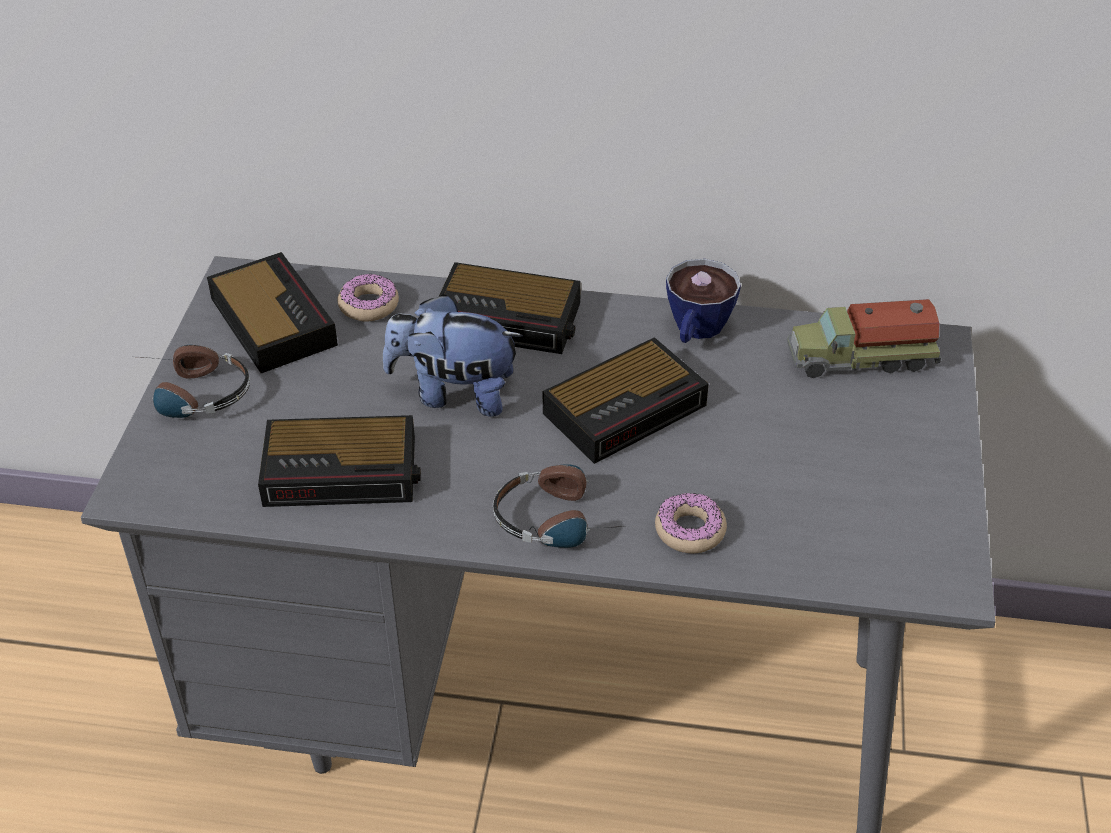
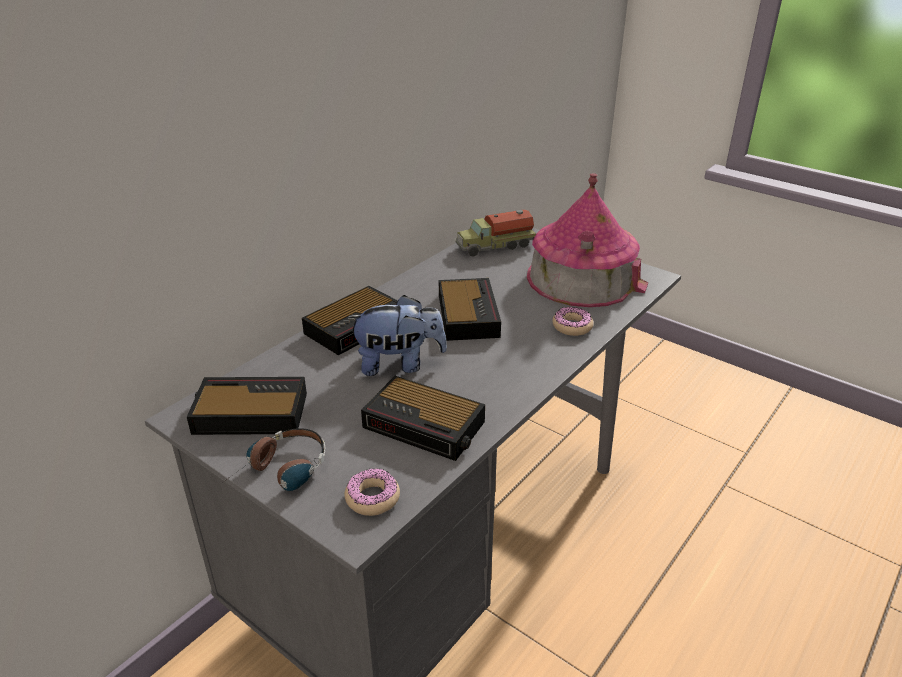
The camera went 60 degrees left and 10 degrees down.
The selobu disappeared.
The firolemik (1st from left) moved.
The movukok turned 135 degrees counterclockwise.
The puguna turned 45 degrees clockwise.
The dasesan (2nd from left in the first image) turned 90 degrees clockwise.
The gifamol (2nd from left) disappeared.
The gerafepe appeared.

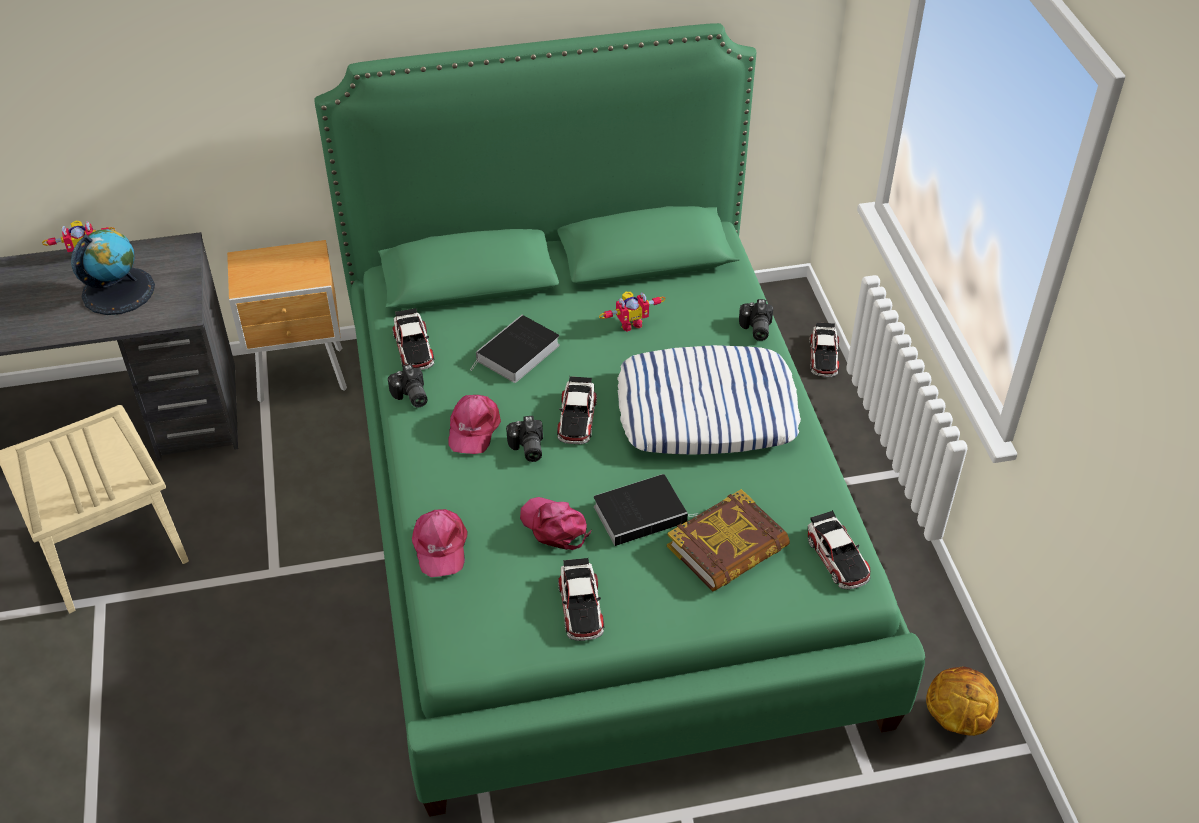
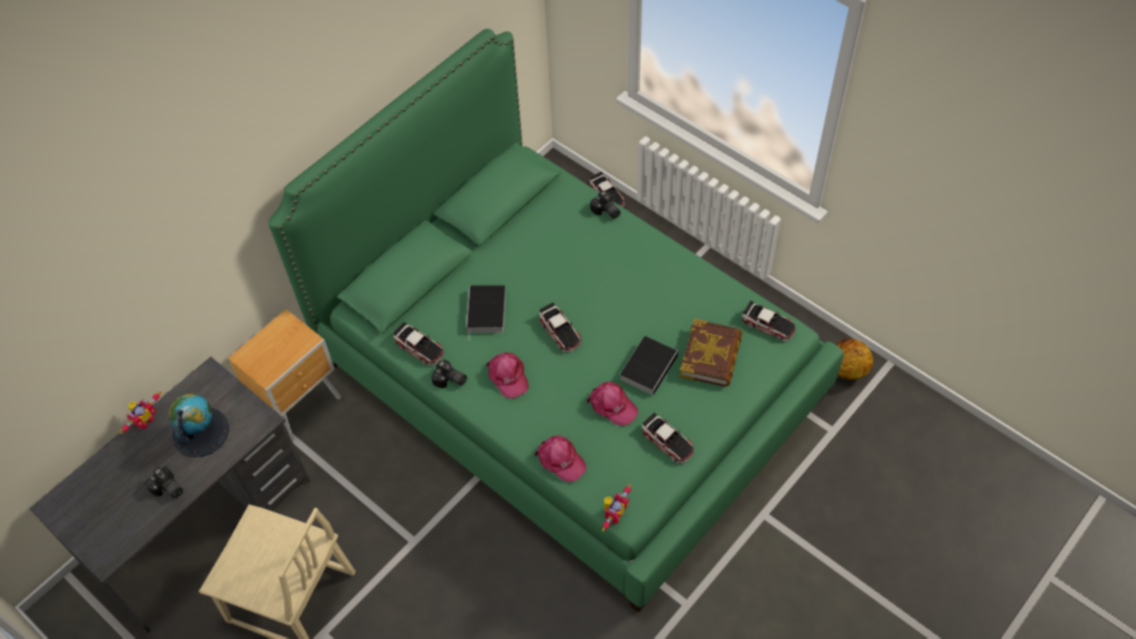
The camera went 35 degrees left and 10 degrees up.
The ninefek (2nd from left) moved.
The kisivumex disappeared.
The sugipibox (2nd from left in the first image) moved.
The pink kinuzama (3rd from left) turned 150 degrees counterclockwise.

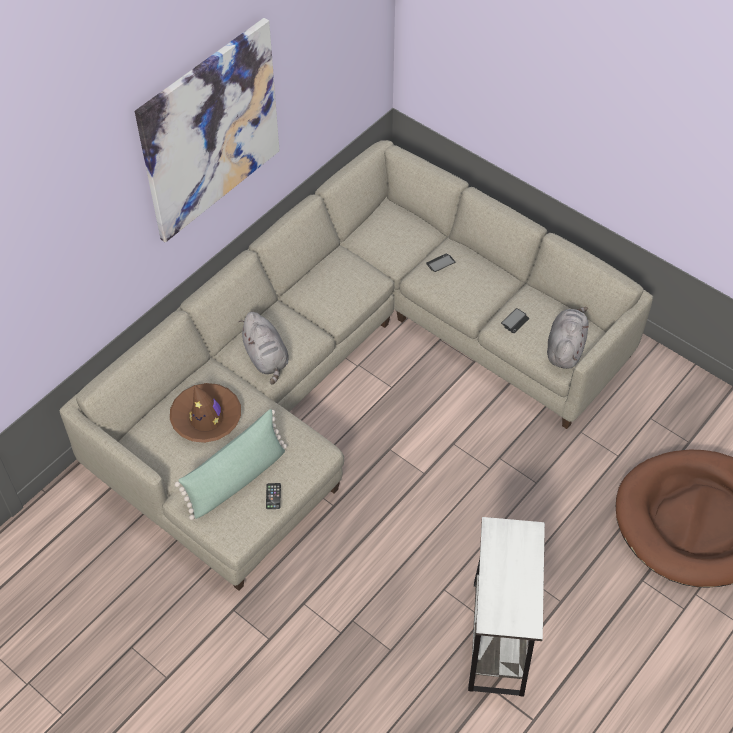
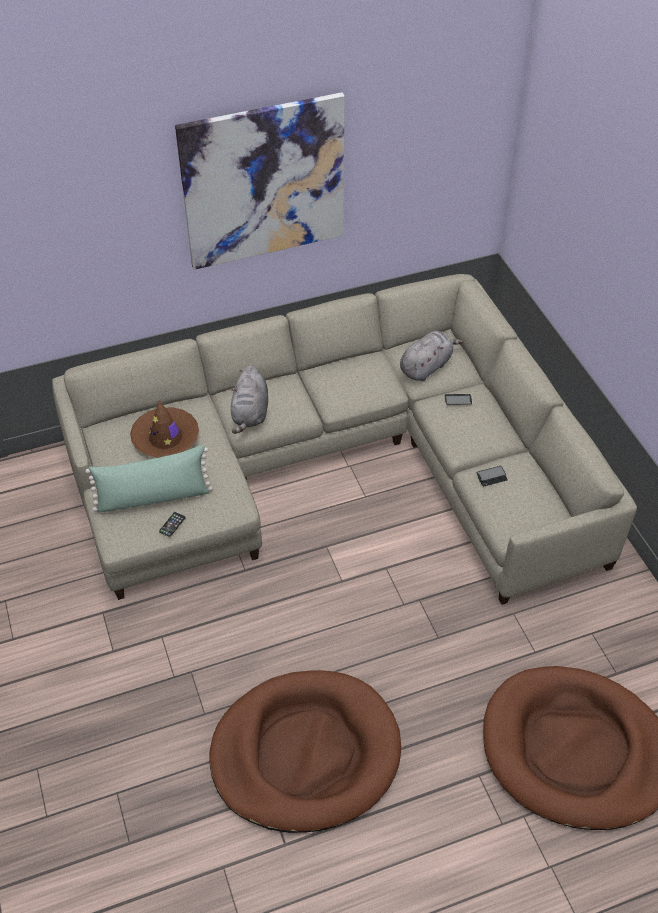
The camera went 30 degrees right and 5 degrees down.
The grey movukok (2nd from left) moved.
The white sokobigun was replaced by the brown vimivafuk (1st from left).

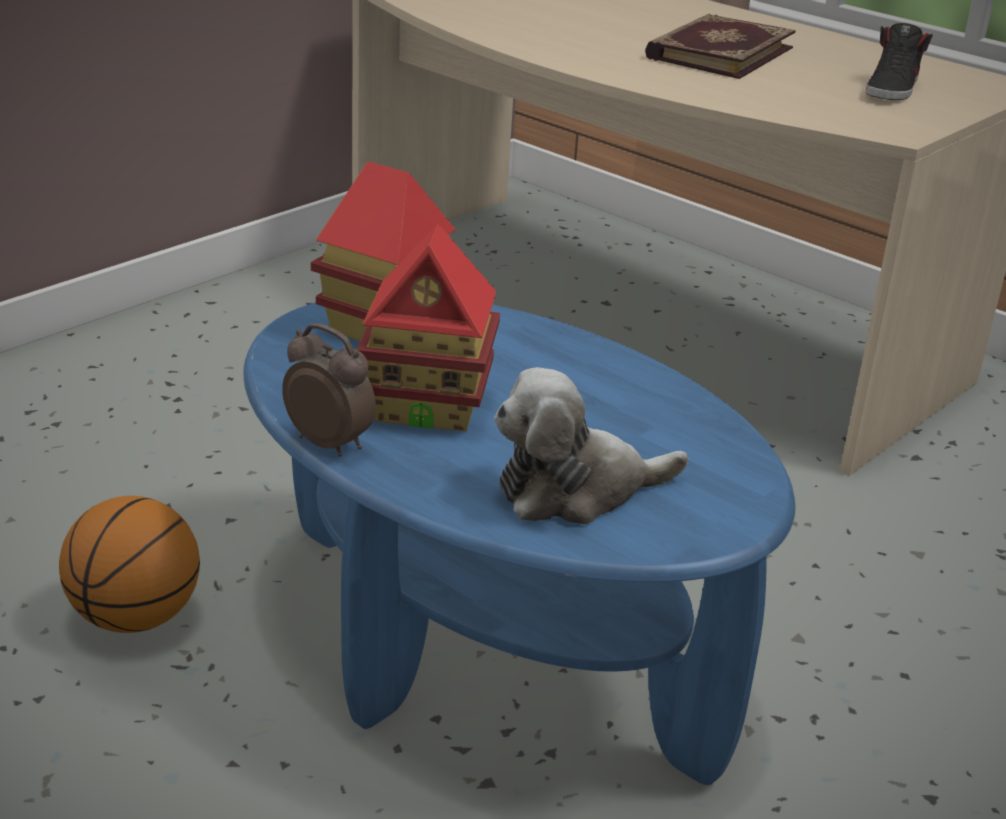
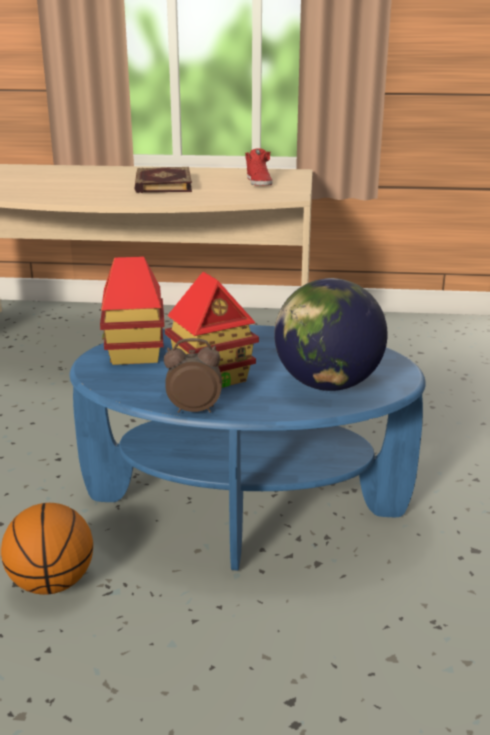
The camera went 35 degrees left and 5 degrees down.
The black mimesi became the red mimesi.
The movukok was replaced by the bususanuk.

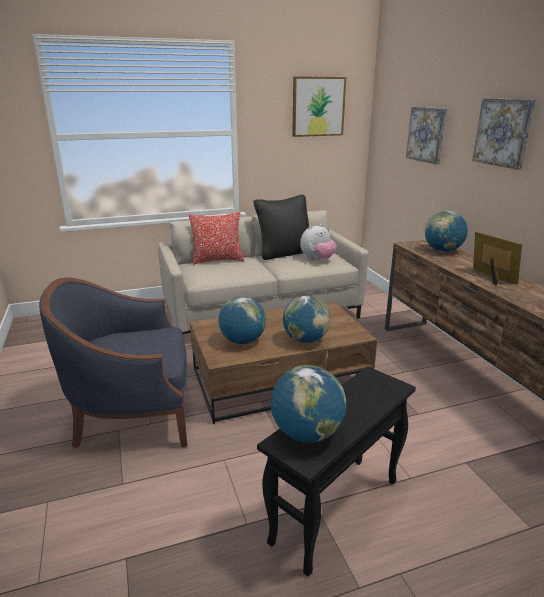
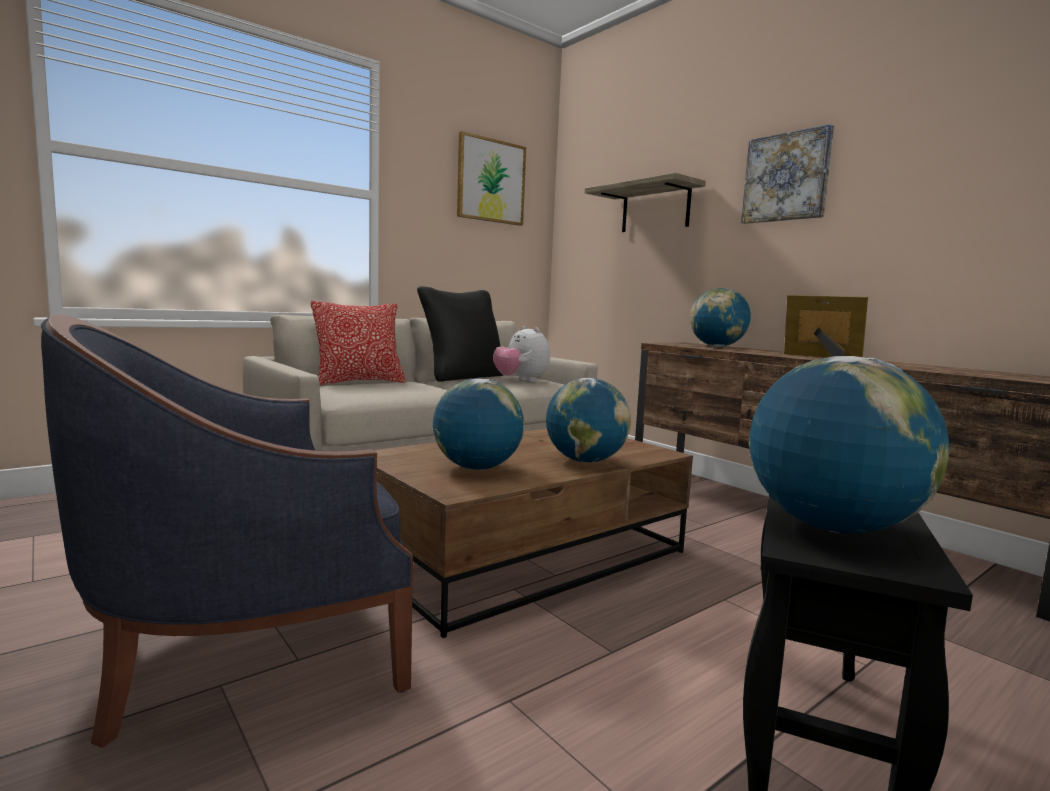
The camera went 20 degrees left and 15 degrees down.
The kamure (2nd from left) was replaced by the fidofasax.
The movukok turned 105 degrees clockwise.

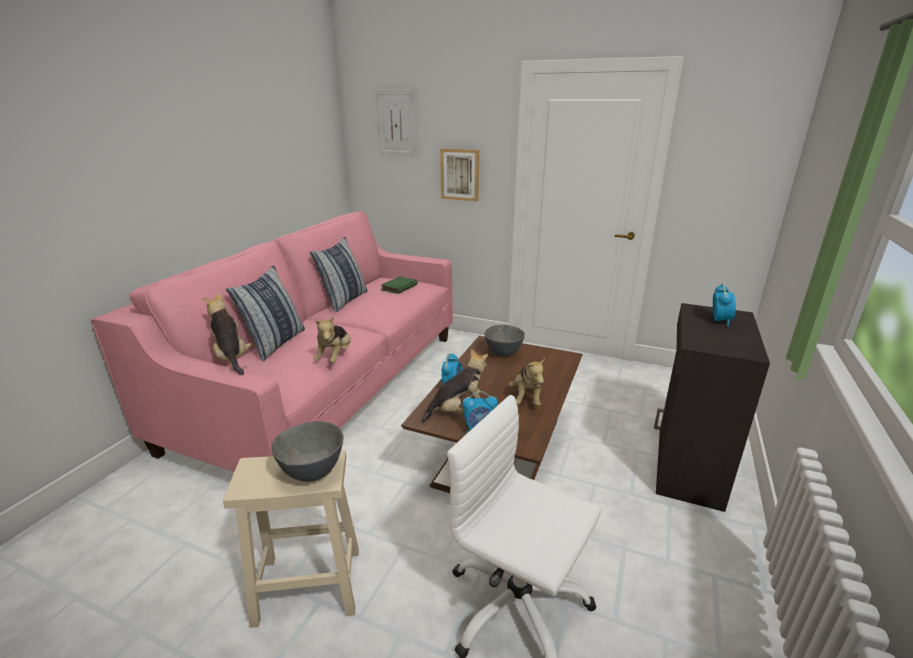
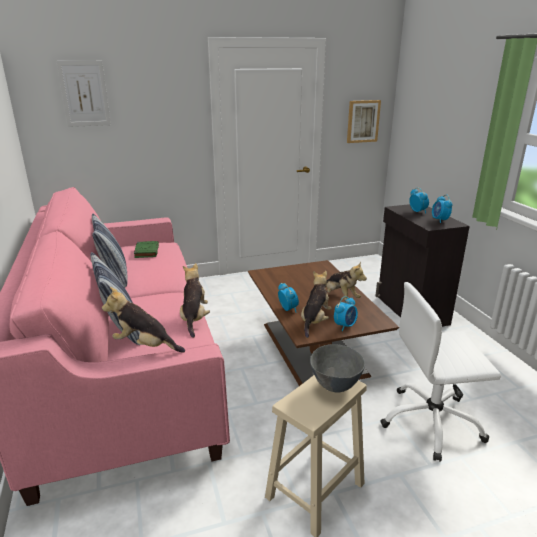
The camera went 40 degrees left and 0 degrees up.
The kamure (2nd from left) moved.
The movukok (2nd from left) turned 150 degrees counterclockwise.
The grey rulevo (2nd from left) disappeared.
The dasesan (4th from left) appeared.

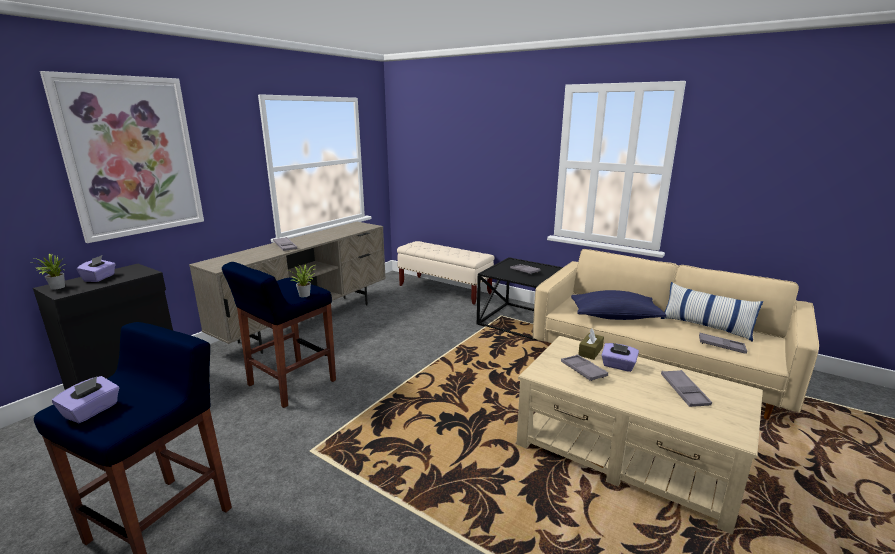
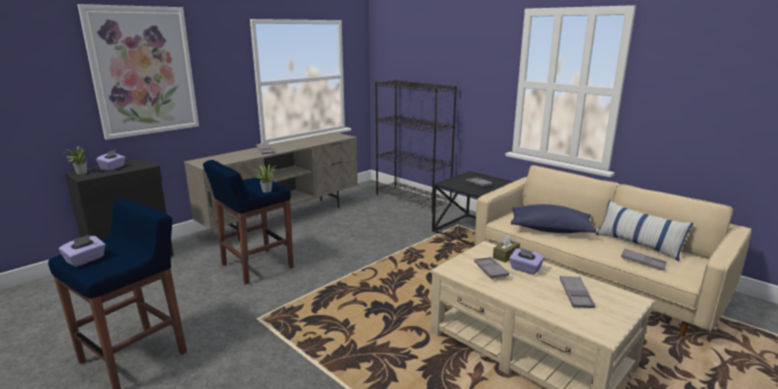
The camera went 10 degrees right and 0 degrees up.
The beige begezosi was replaced by the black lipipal.

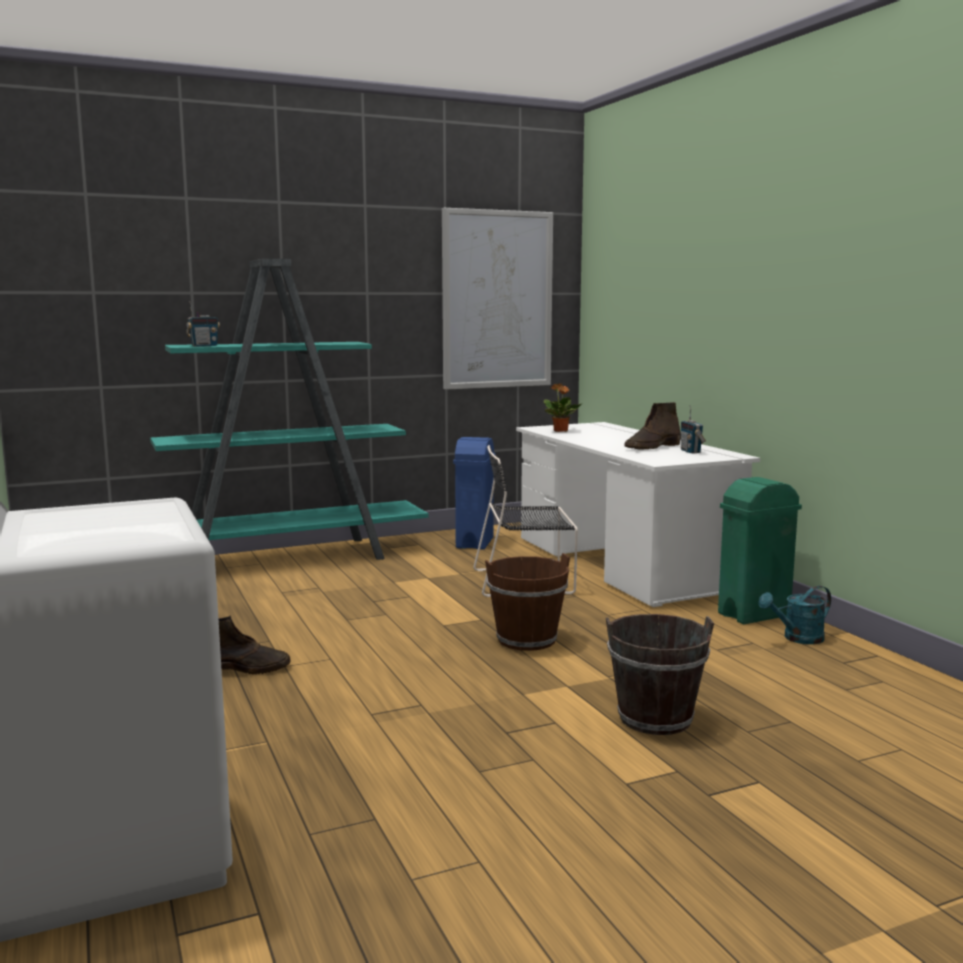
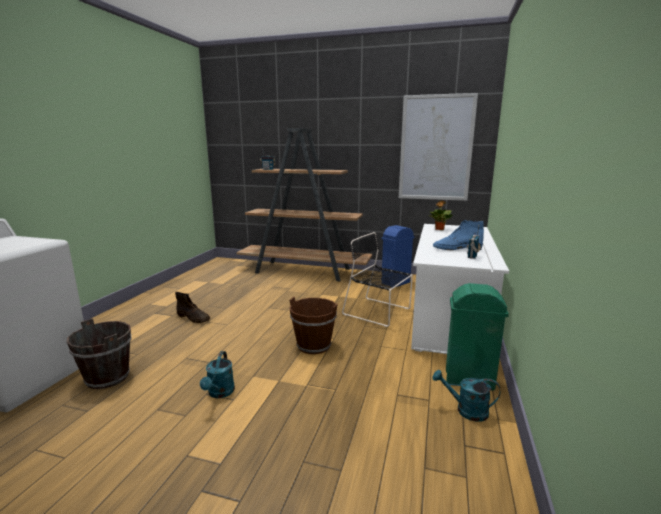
The camera went 40 degrees right and 5 degrees up.
The turquoise lipipal became the brown lipipal.
The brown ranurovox (2nd from left) became the blue ranurovox.
The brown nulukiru (2nd from left in the first image) moved.
The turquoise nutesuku (1st from left) appeared.

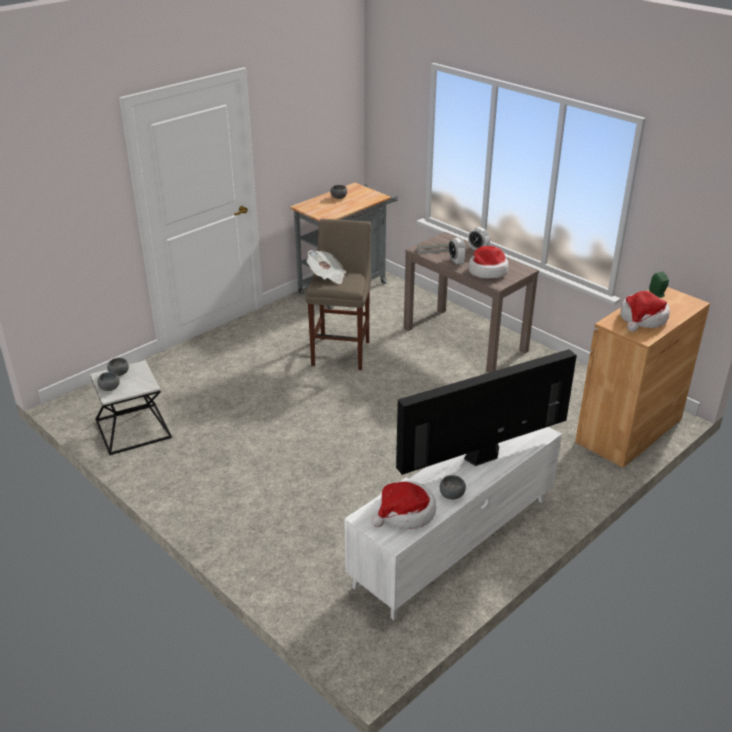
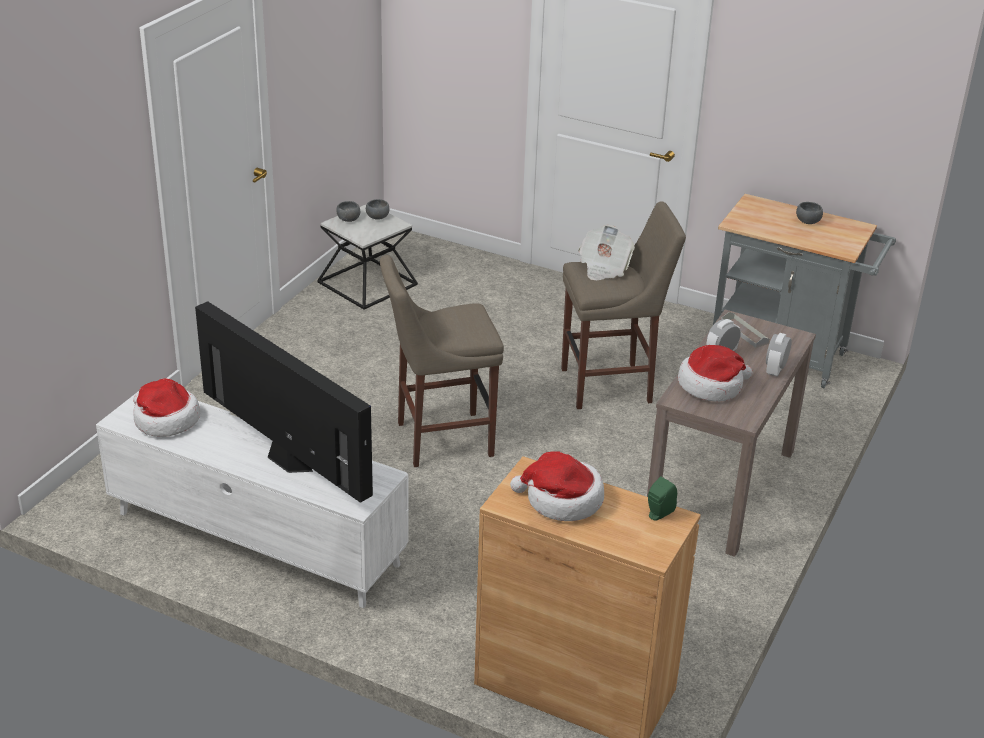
The camera went 70 degrees right and 0 degrees up.
The grey rulevo (4th from left) disappeared.
The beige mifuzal (1st from left) appeared.

